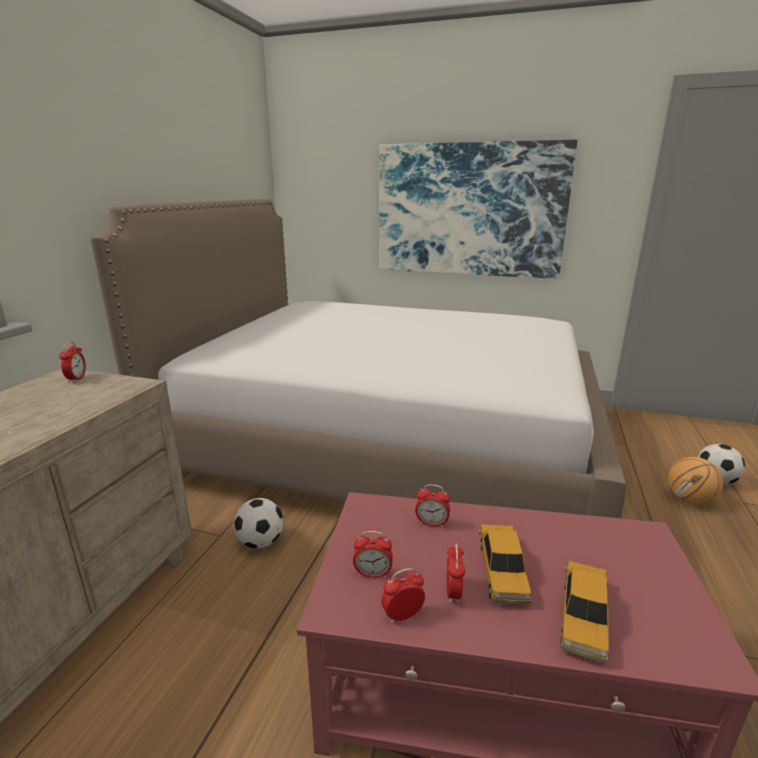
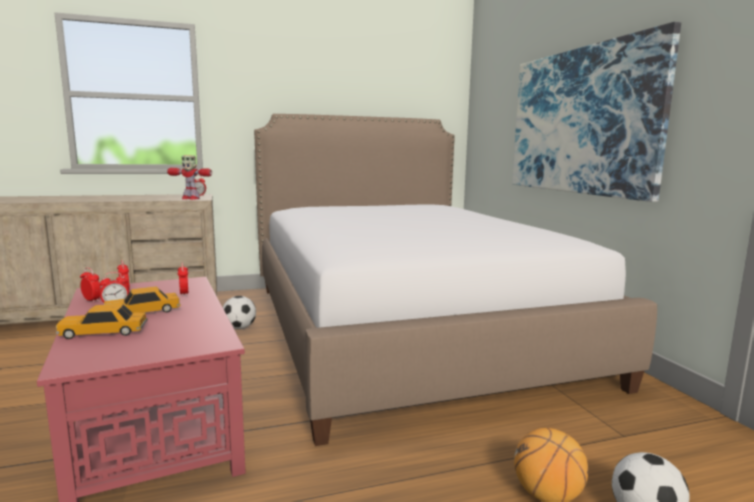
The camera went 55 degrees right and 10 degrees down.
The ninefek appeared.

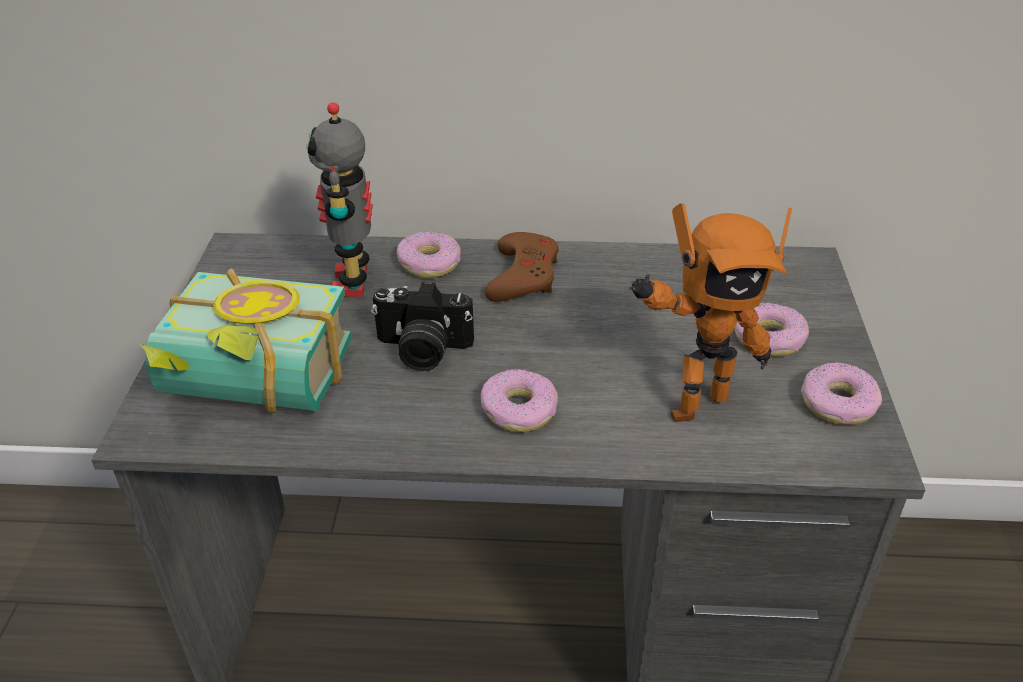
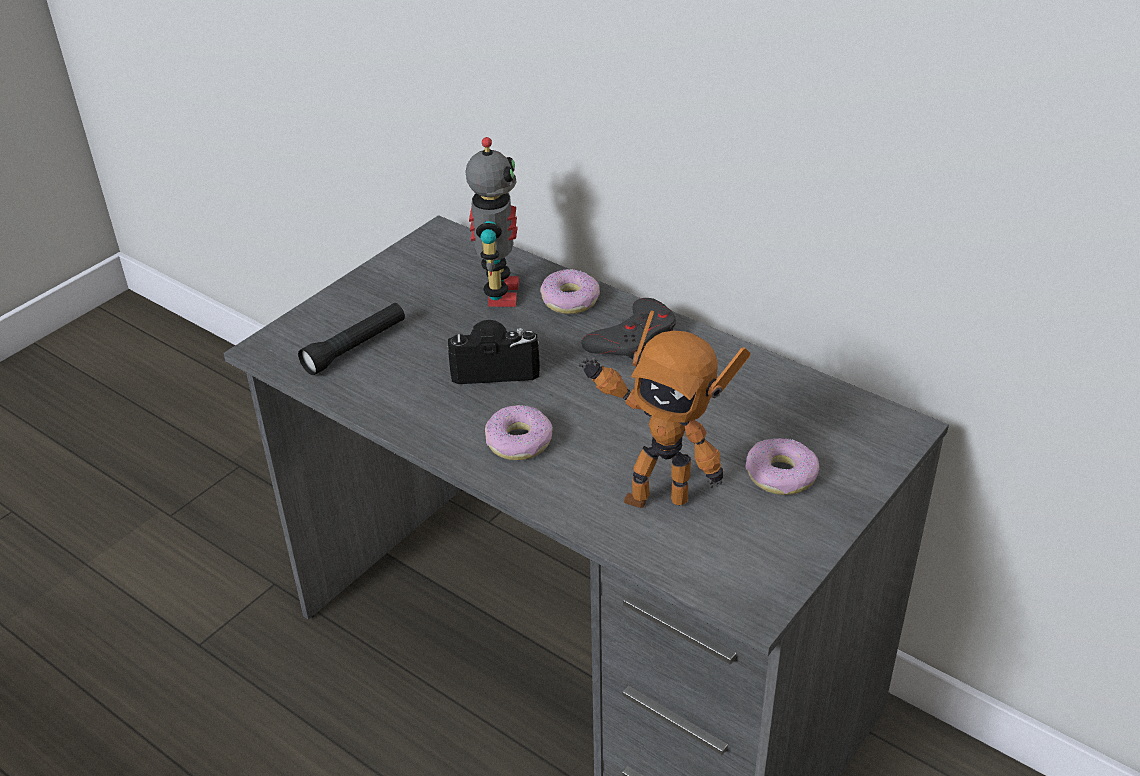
The camera went 35 degrees right and 0 degrees up.
The ninefek (1st from left) turned 150 degrees clockwise.
The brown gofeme became the grey gofeme.
The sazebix was replaced by the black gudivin.
The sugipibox turned 135 degrees clockwise.
The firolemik (4th from left) disappeared.

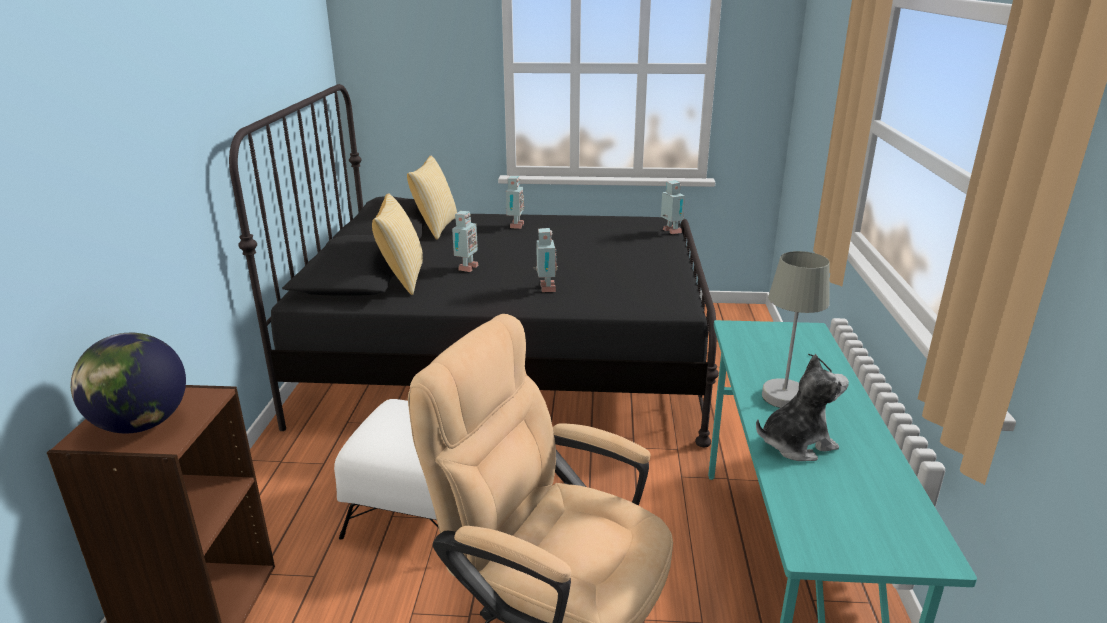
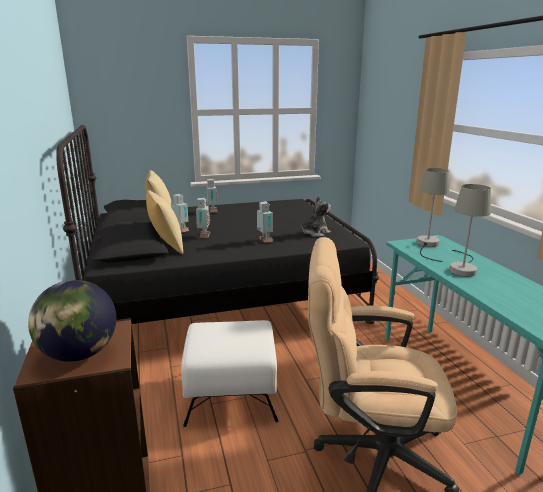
The camera went 20 degrees left and 5 degrees down.
The ninefek (4th from left in the first image) moved.
The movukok moved.
The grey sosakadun (1st from left) appeared.

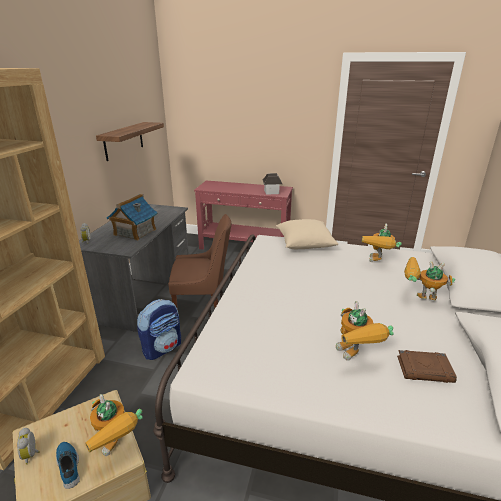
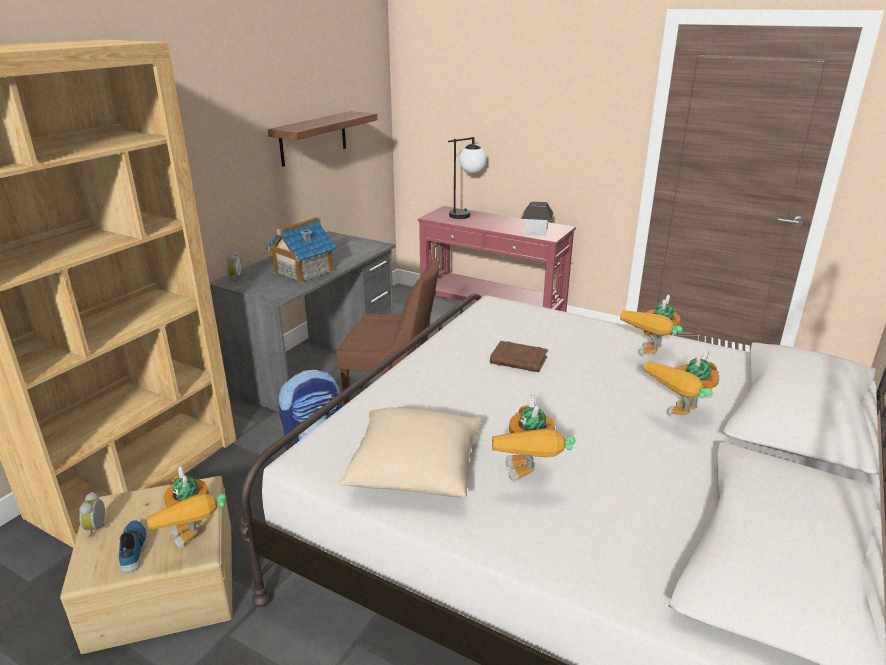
The camera went 15 degrees right and 0 degrees up.
The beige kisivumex moved.
The ninefek (4th from left) turned 75 degrees counterclockwise.
The brown sazebix moved.
The sosakadun appeared.

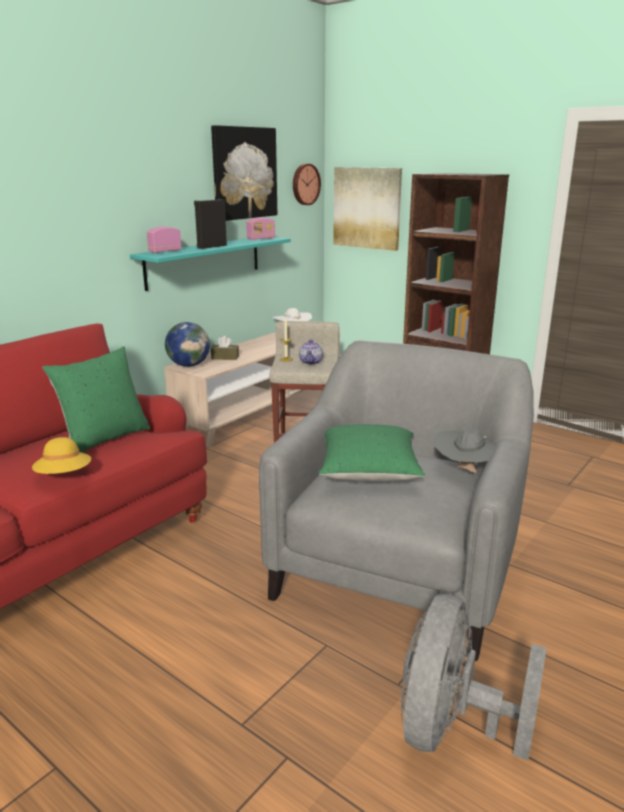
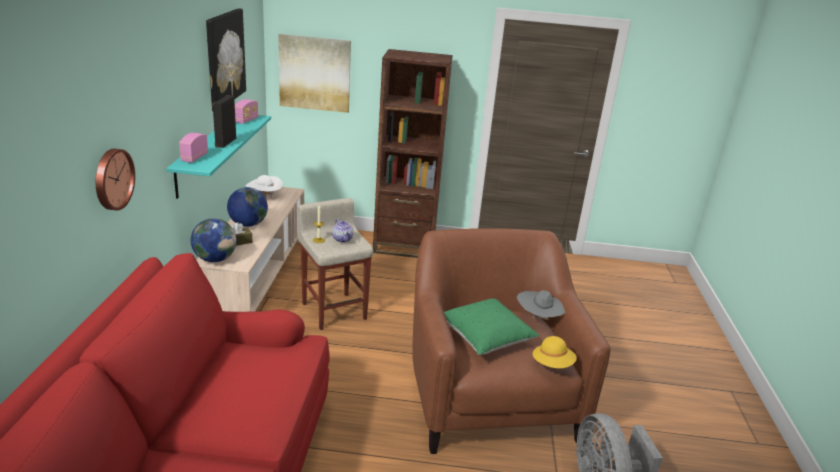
The camera went 35 degrees left and 5 degrees up.
The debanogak moved.
The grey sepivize became the brown sepivize.
The green kisivumex (1st from left) disappeared.
The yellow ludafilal moved.
The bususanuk (2nd from left) appeared.

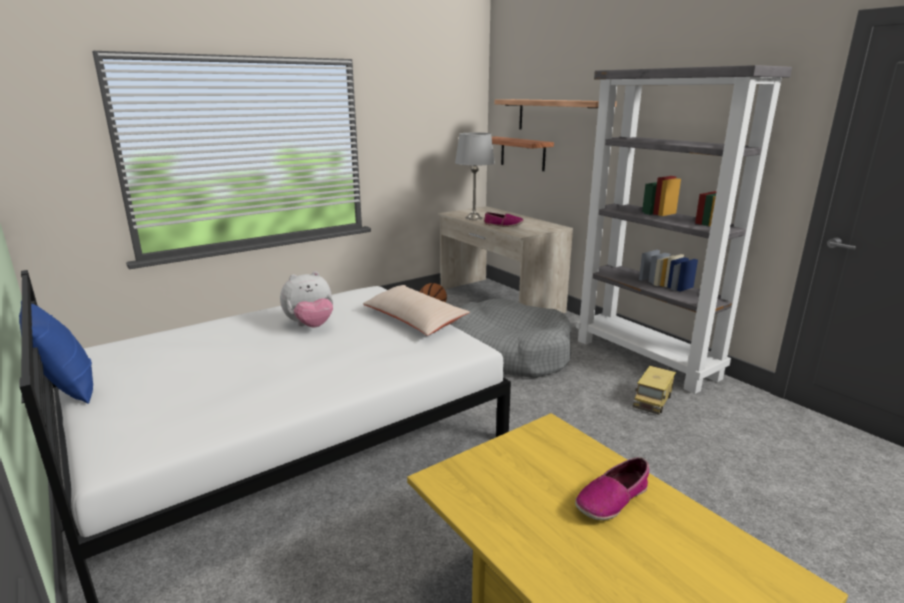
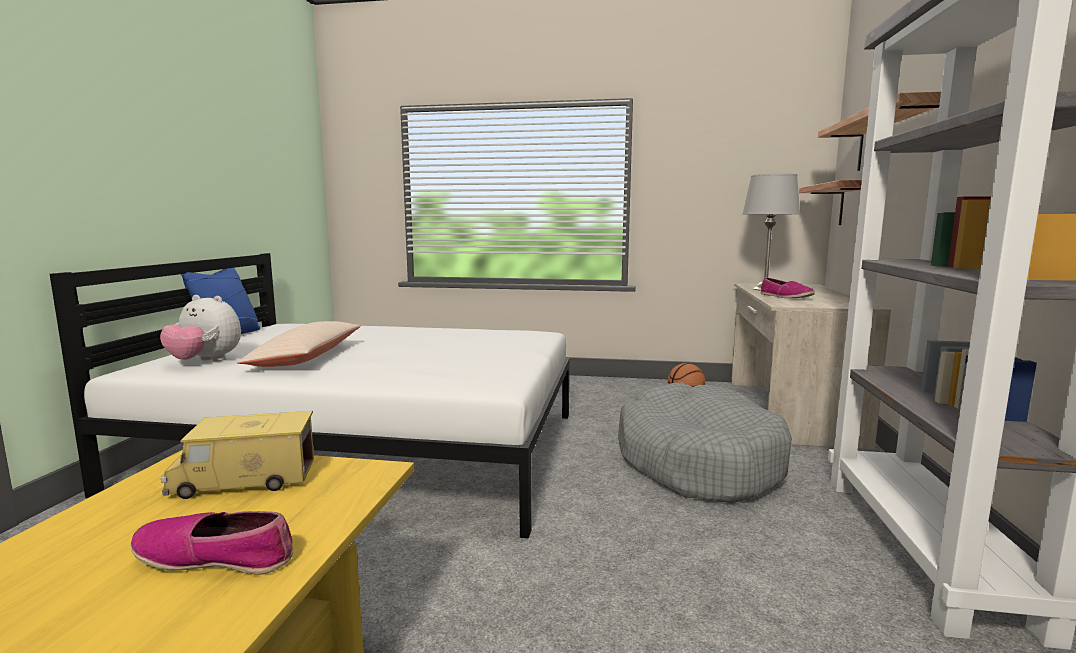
The camera went 45 degrees right and 10 degrees down.
The movukok moved.
The beige kisivumex moved.
The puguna moved.

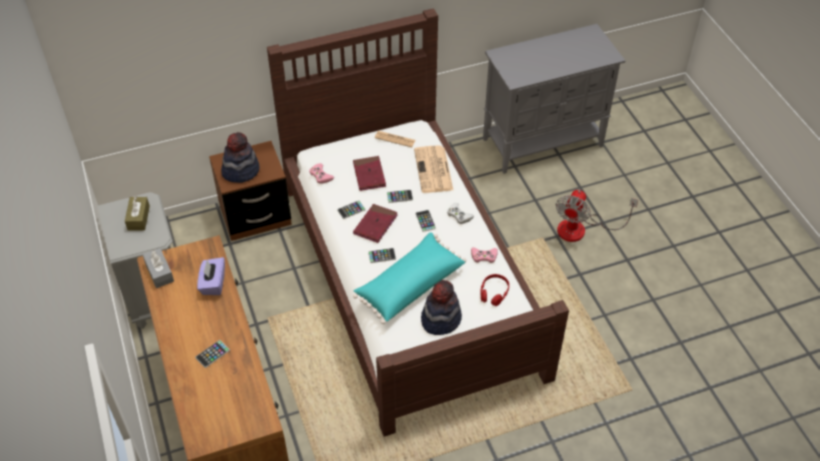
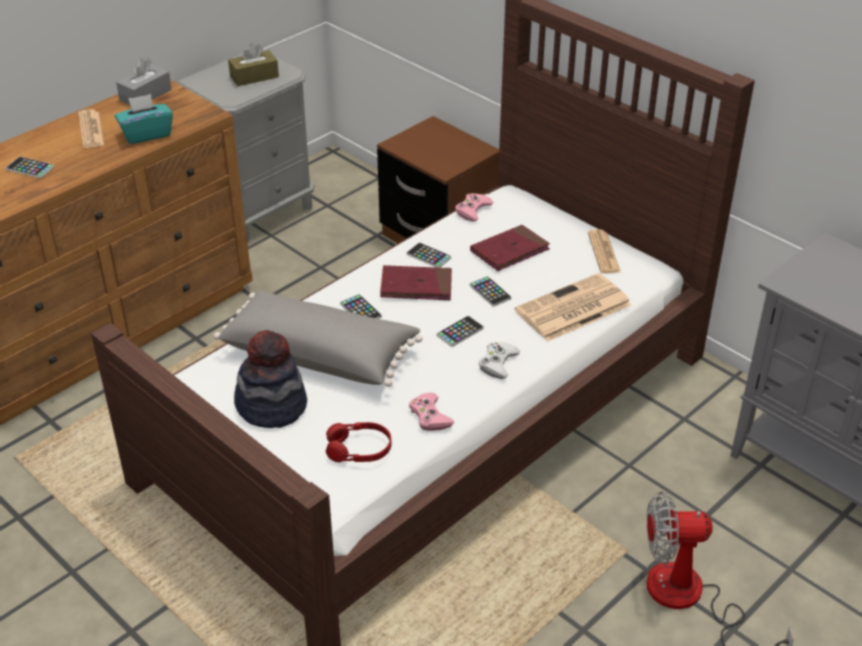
The camera went 65 degrees right and 10 degrees down.
The ludafilal (1st from left) disappeared.
The turquoise kisivumex became the grey kisivumex.
The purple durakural became the turquoise durakural.
The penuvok (1st from left) appeared.

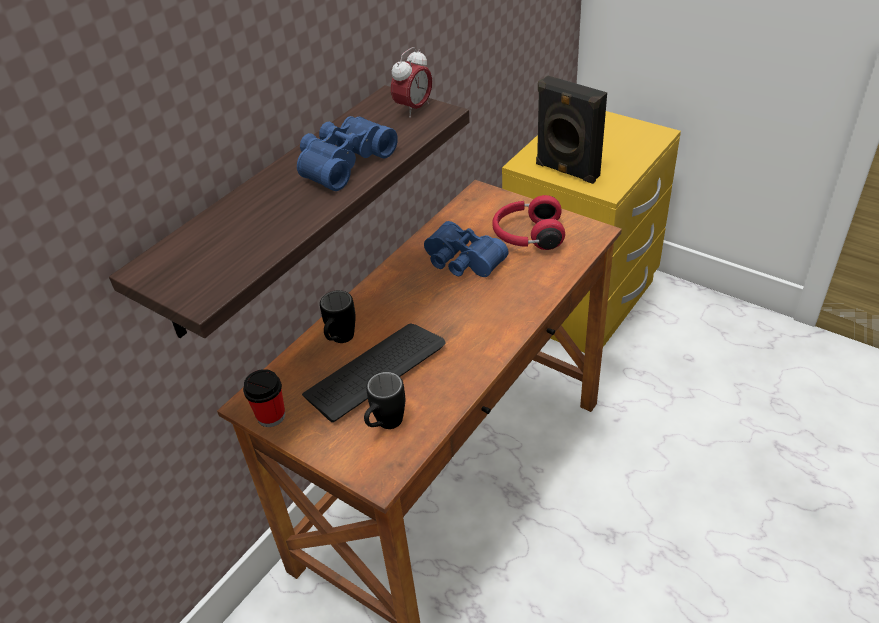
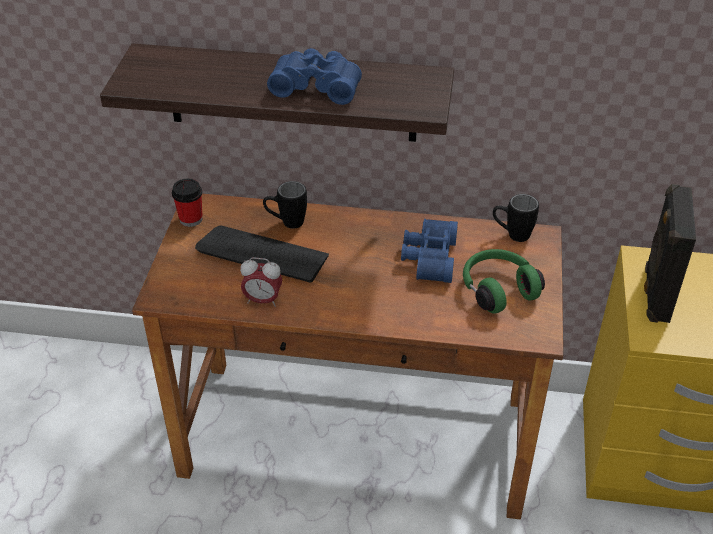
The camera went 60 degrees right and 0 degrees up.
The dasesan moved.
The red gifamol became the green gifamol.
The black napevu (2nd from left) moved.

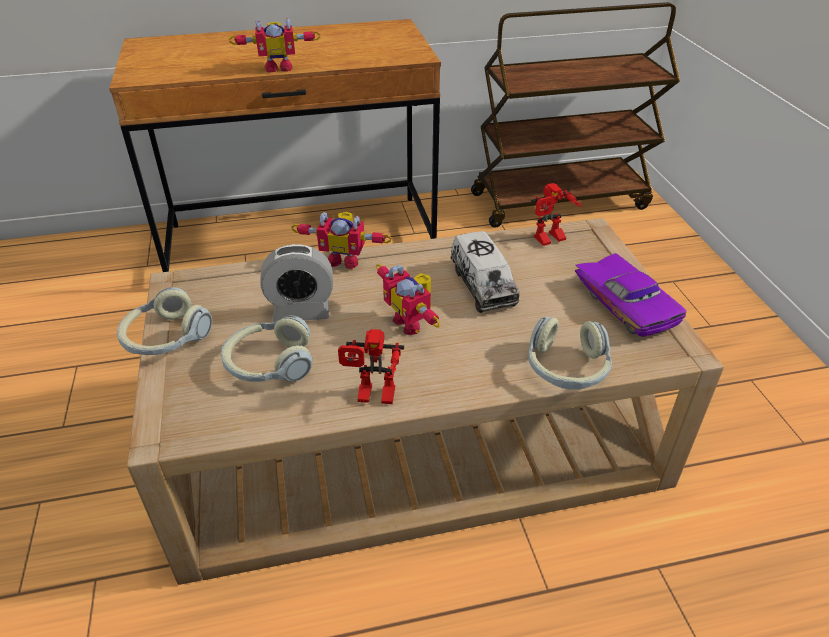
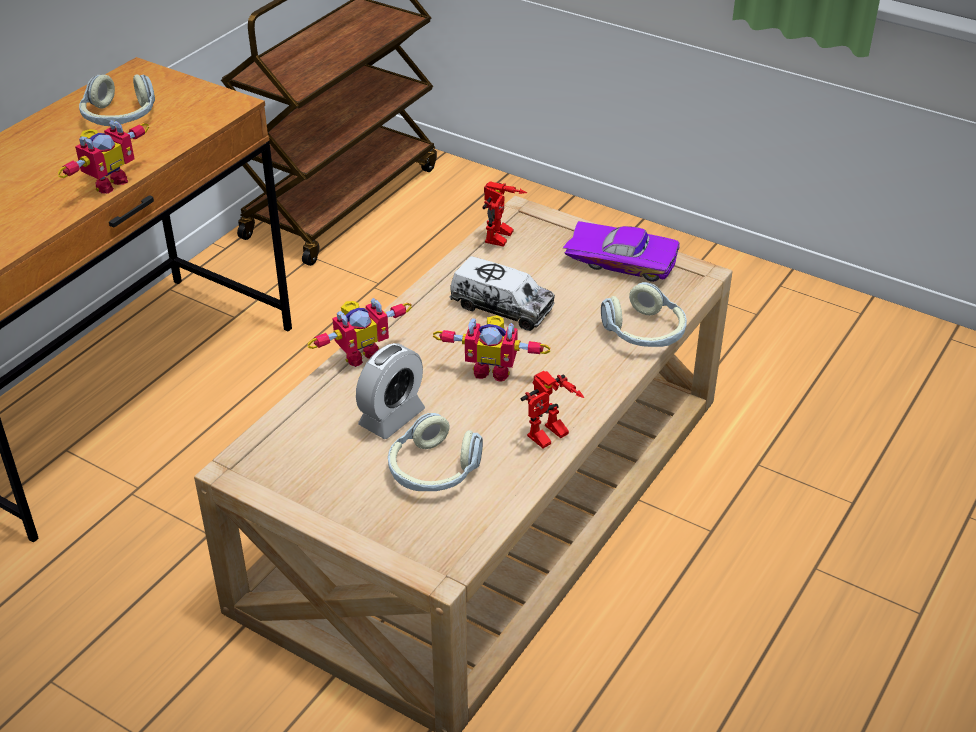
The camera went 45 degrees left and 0 degrees up.
The gifamol (1st from left) moved.

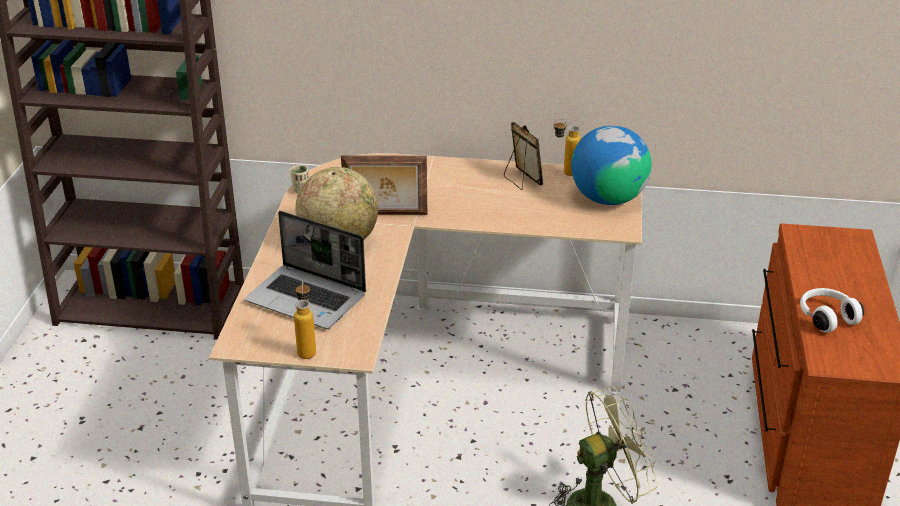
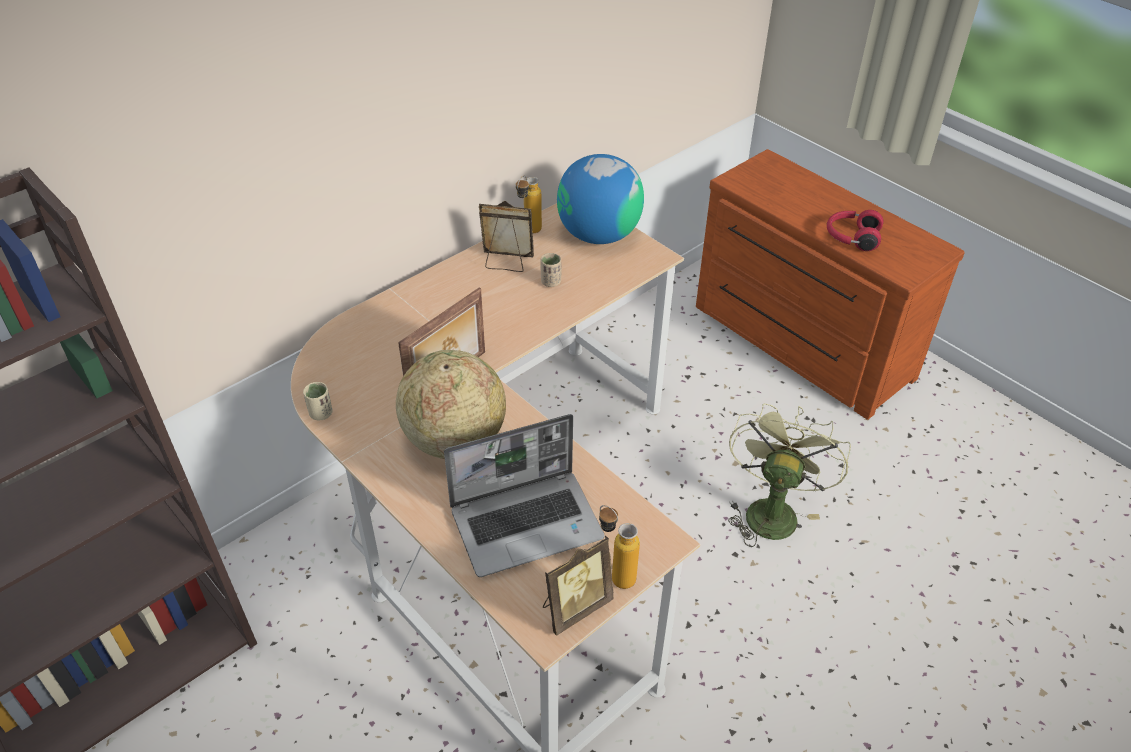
The camera went 50 degrees left and 10 degrees up.
The white gifamol became the red gifamol.
The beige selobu (2nd from left) appeared.
The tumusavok (3rd from left) appeared.

